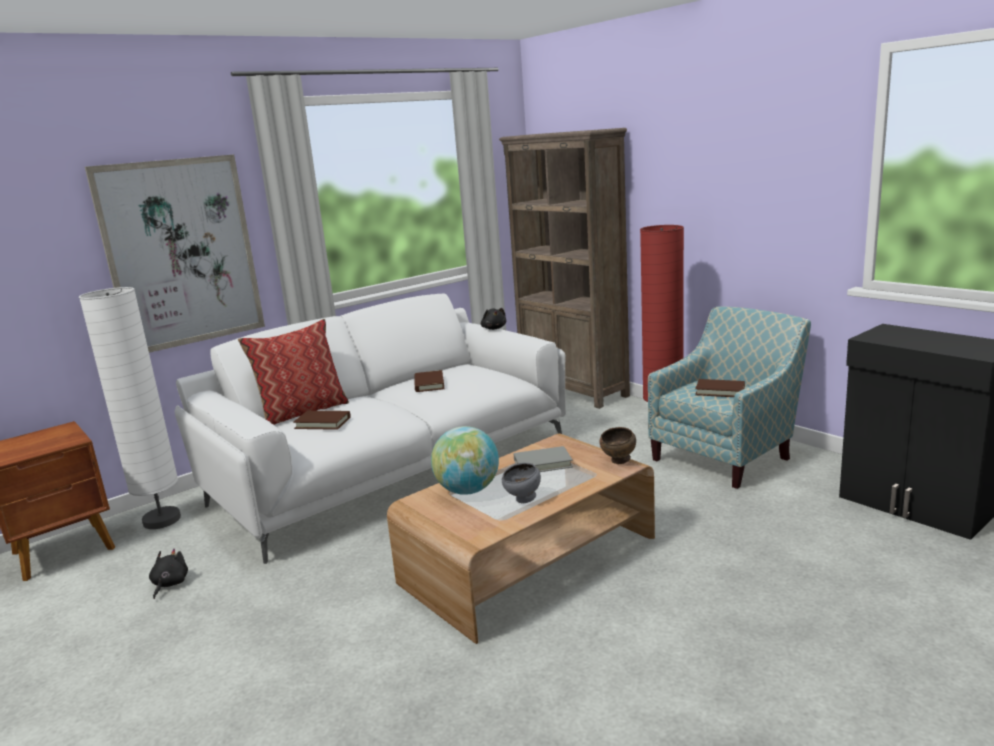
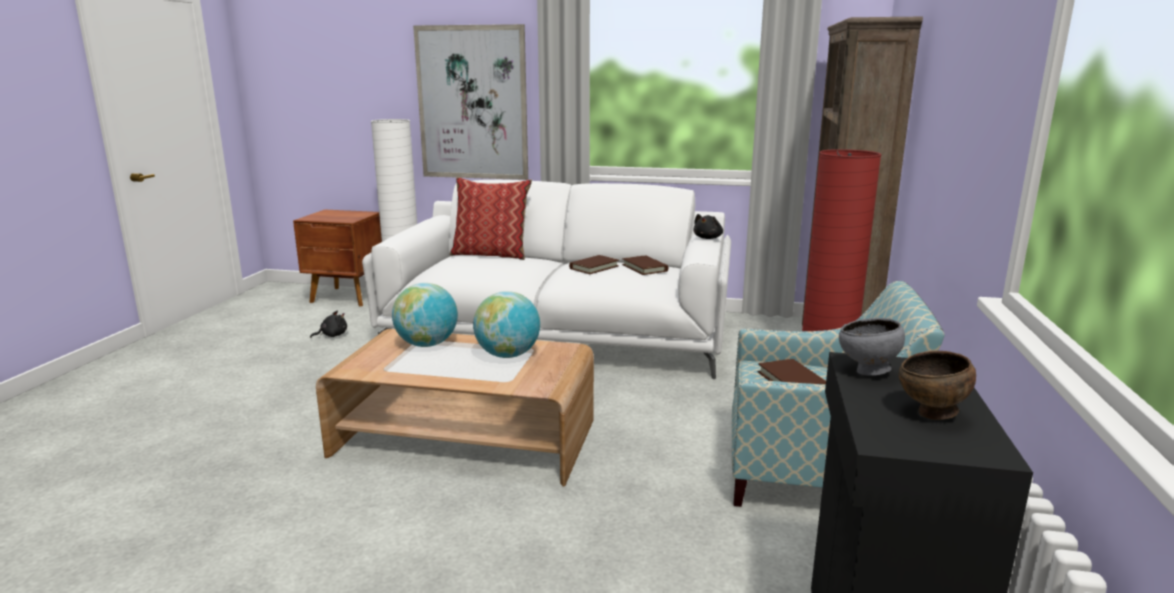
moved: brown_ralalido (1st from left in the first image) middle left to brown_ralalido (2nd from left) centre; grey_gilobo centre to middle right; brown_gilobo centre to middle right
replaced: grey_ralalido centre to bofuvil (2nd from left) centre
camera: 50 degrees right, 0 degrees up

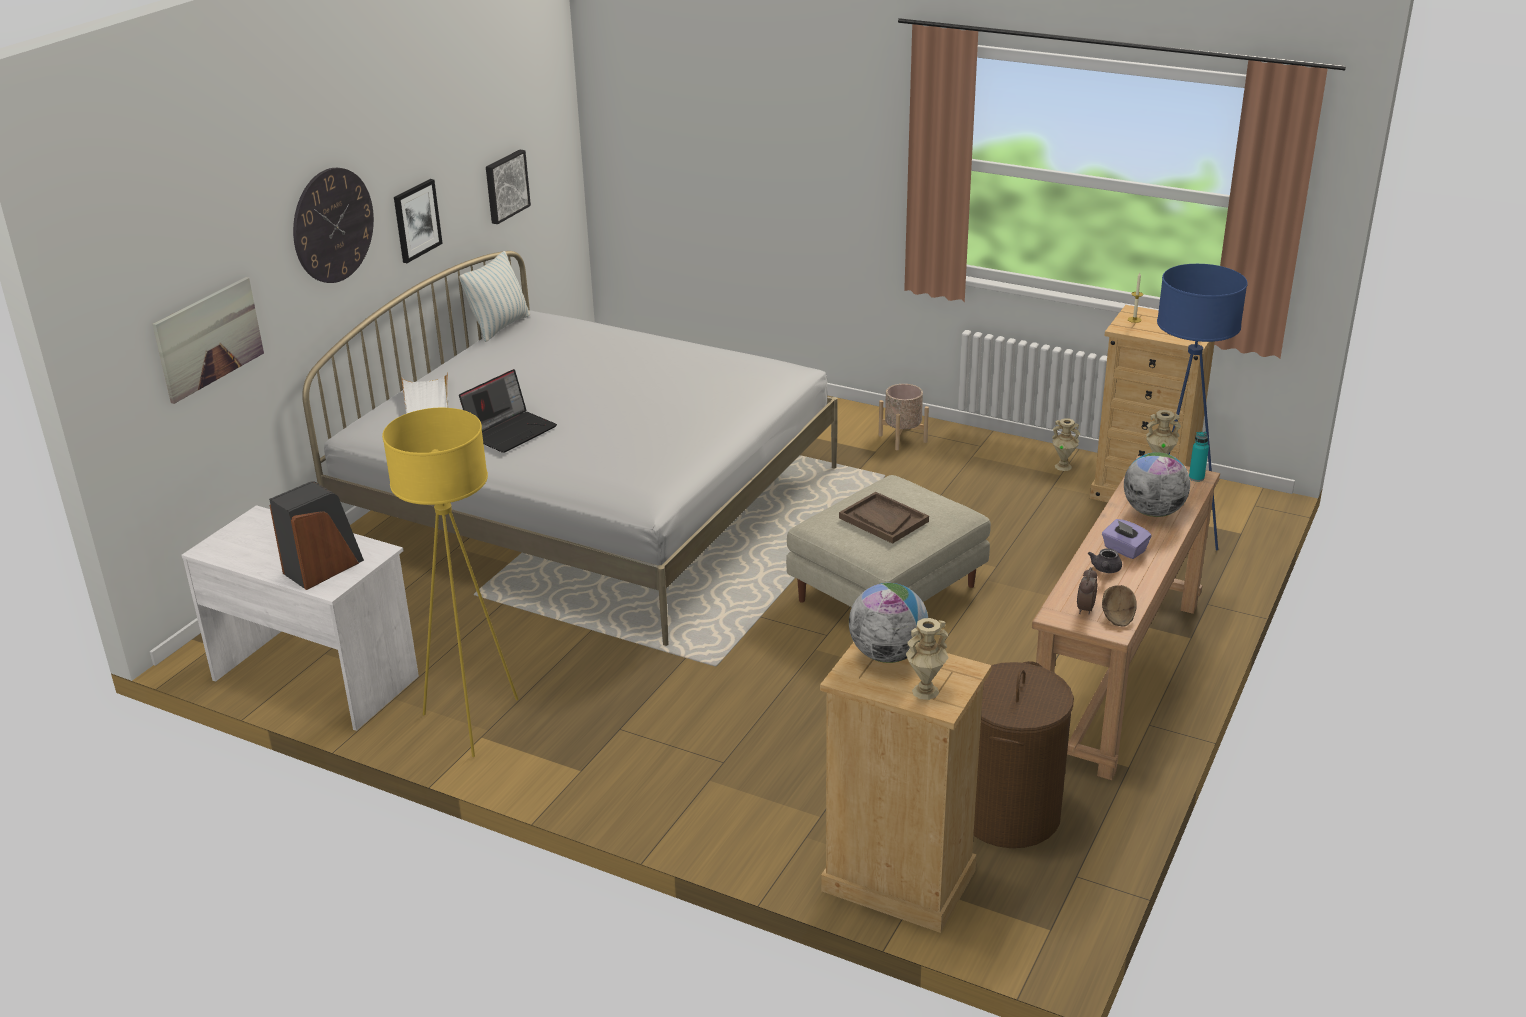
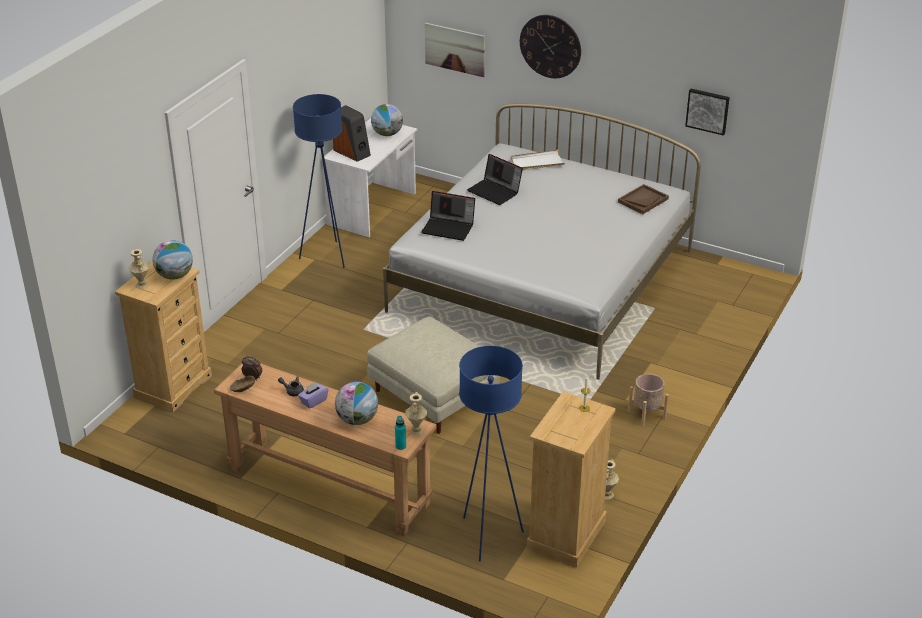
removed: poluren (2nd from left) top left; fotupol top left; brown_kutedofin bottom right
added: bofuvil (3rd from left) top centre; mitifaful (1st from left) centre
moved: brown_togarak centre to top right
recoloured: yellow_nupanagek middle left to blue_nupanagek (1st from left) top centre
camera: 90 degrees right, 5 degrees up

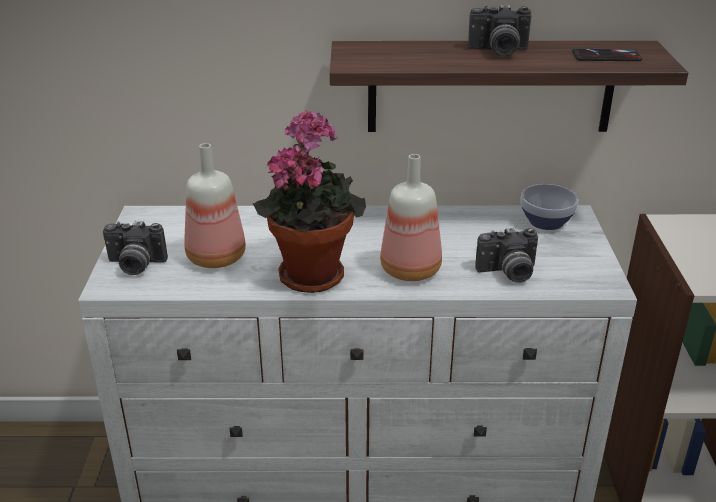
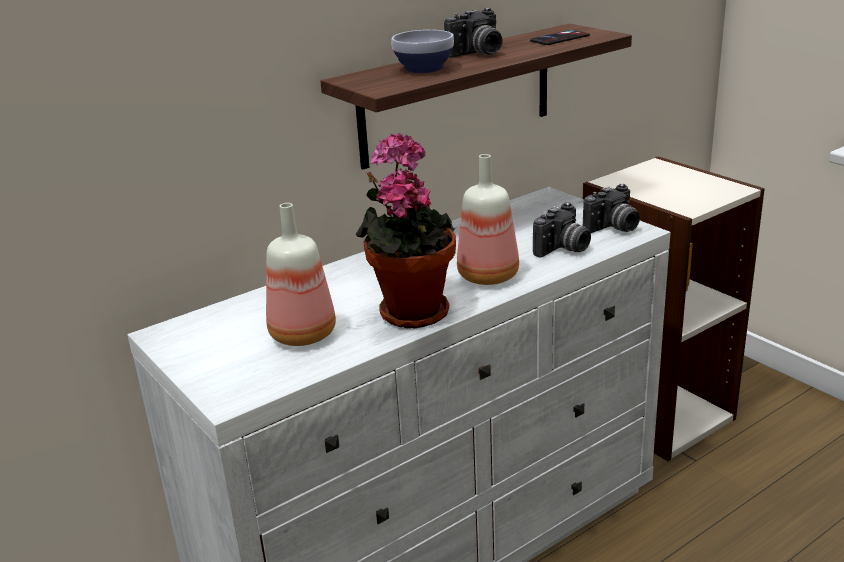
moved: gilobo middle right to top centre; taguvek (1st from left in the first image) middle left to taguvek (3rd from left) middle right
camera: 35 degrees left, 5 degrees down

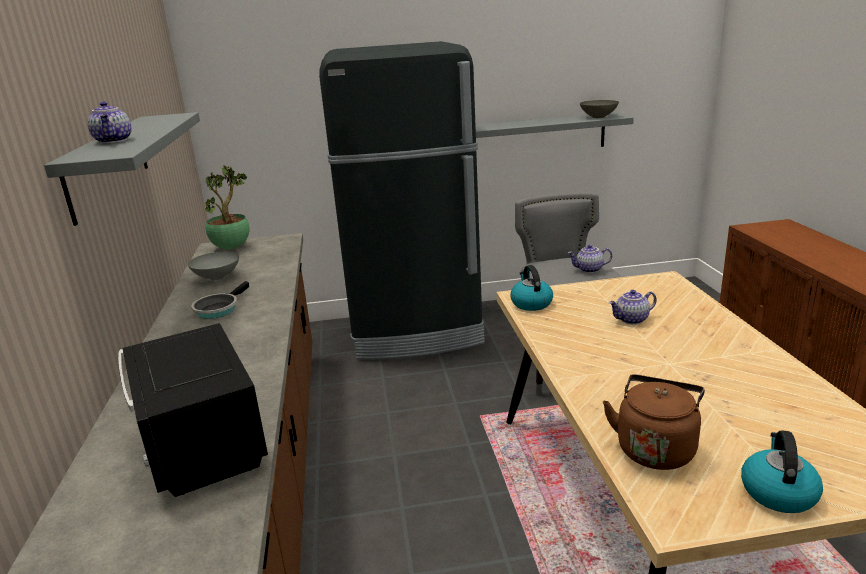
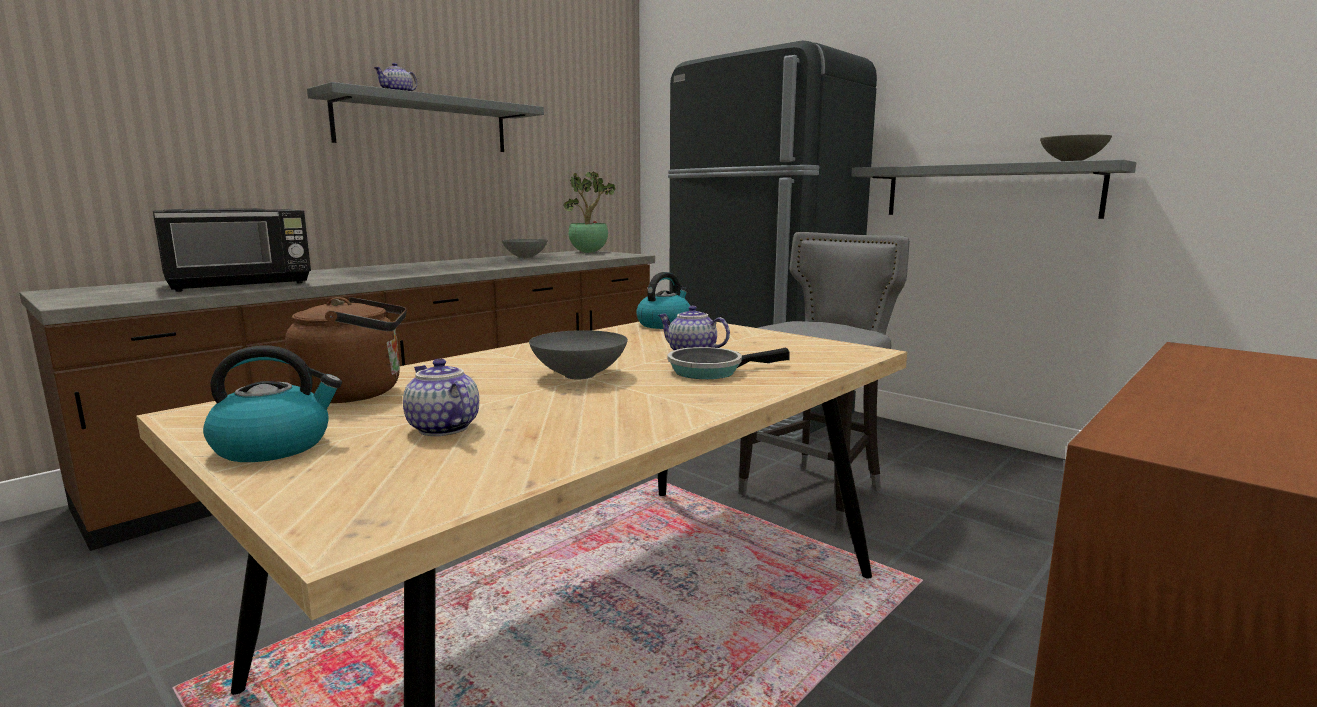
added: grey_gilobo (2nd from left) centre
moved: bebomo (2nd from left) middle right to centre; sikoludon middle left to centre
turned: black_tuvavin bottom left = middle left 150 degrees counterclockwise
camera: 50 degrees right, 10 degrees down

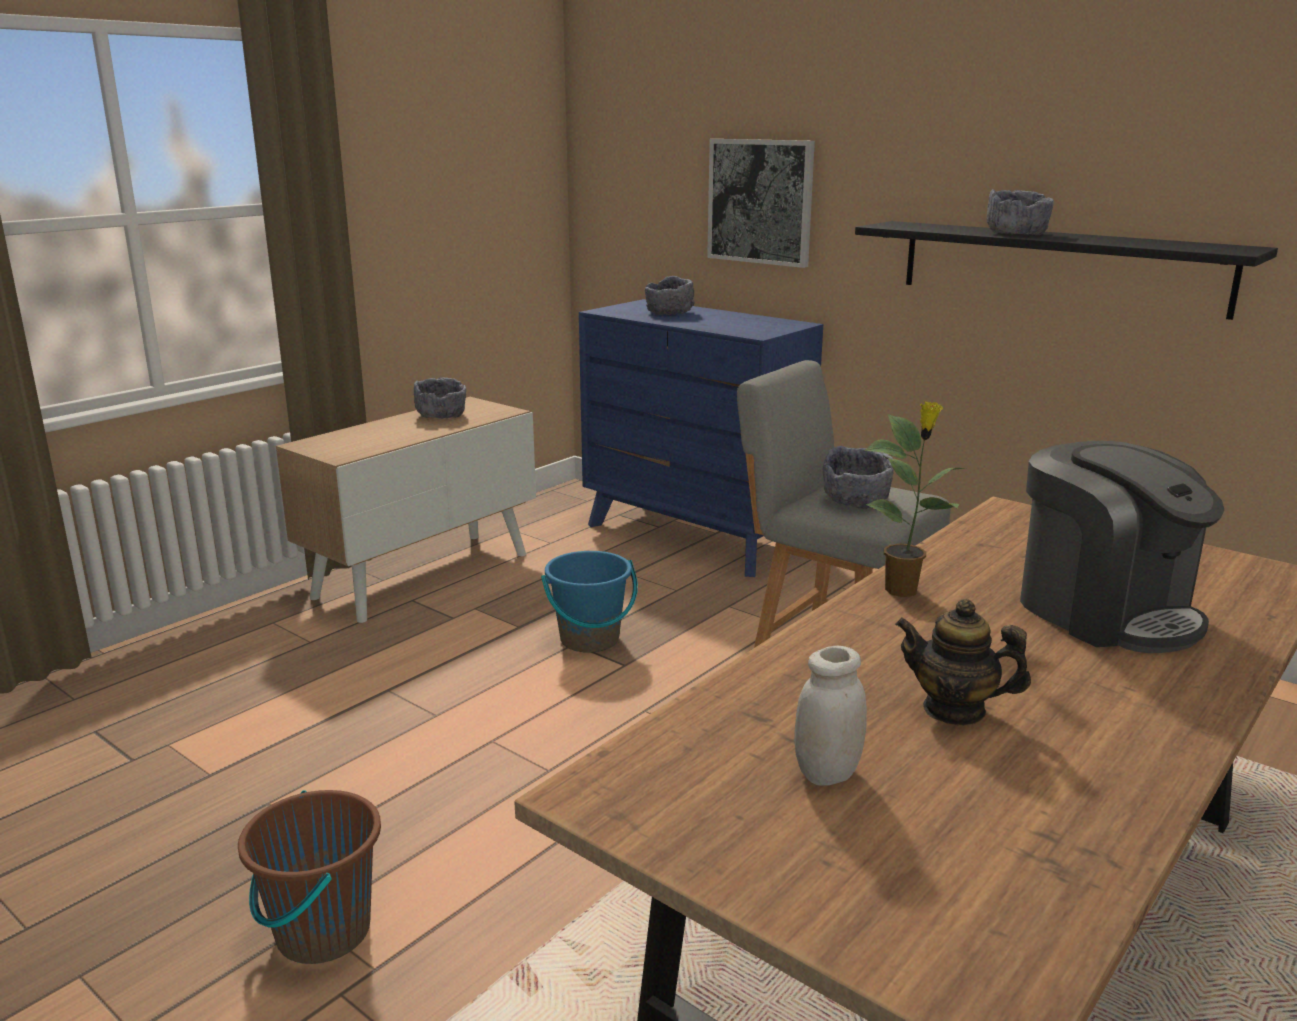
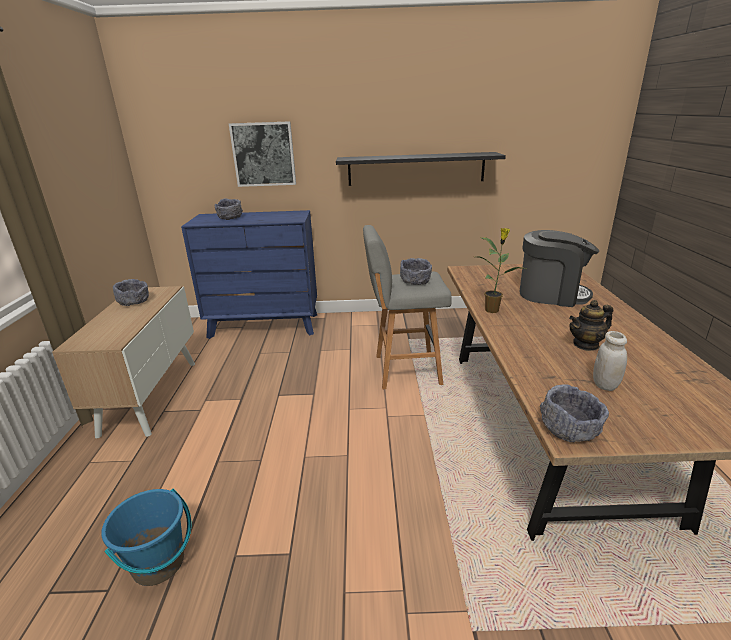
removed: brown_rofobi bottom left
moved: blue_rofobi centre to bottom left; grey_gilobo (4th from left) top right to middle right
camera: 40 degrees left, 5 degrees up

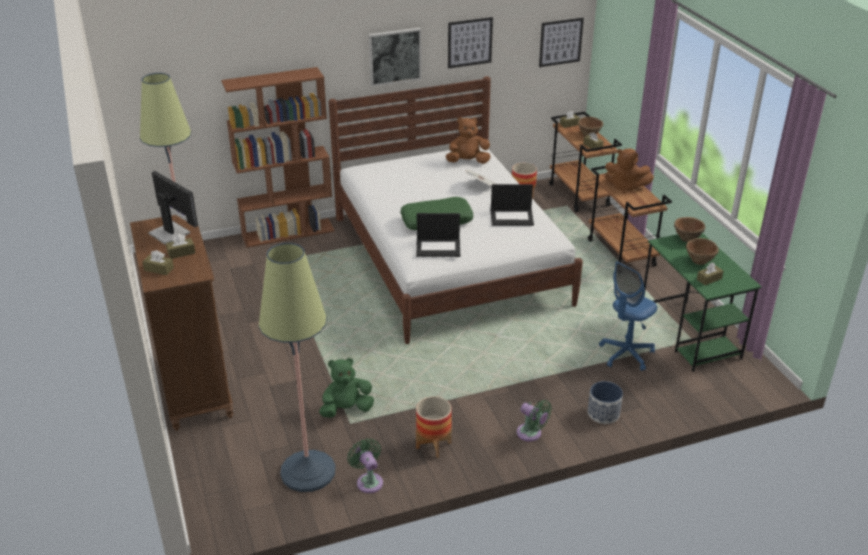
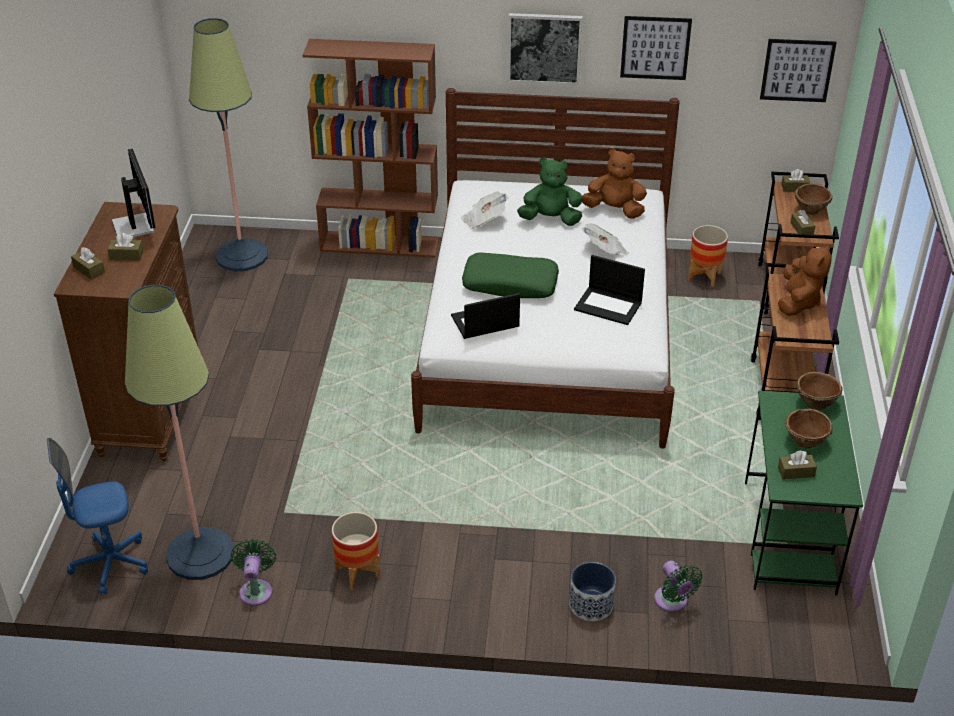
added: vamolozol (1st from left) top centre
moved: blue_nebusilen middle right to bottom left; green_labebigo bottom centre to top centre; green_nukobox (2nd from left) bottom centre to bottom right
turned: mitifaful (1st from left) centre = centre 135 degrees clockwise; brown_labebigo (2nd from left) top right = middle right 120 degrees counterclockwise
camera: 25 degrees right, 5 degrees up

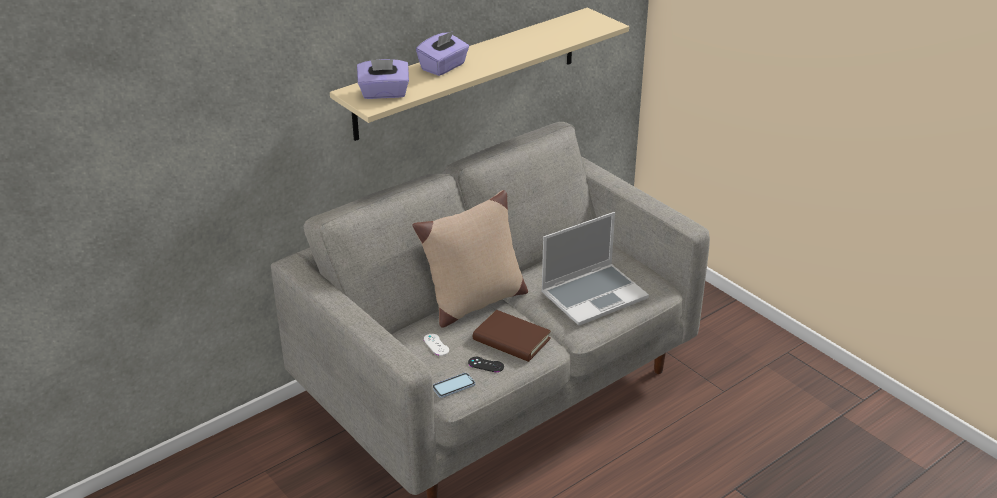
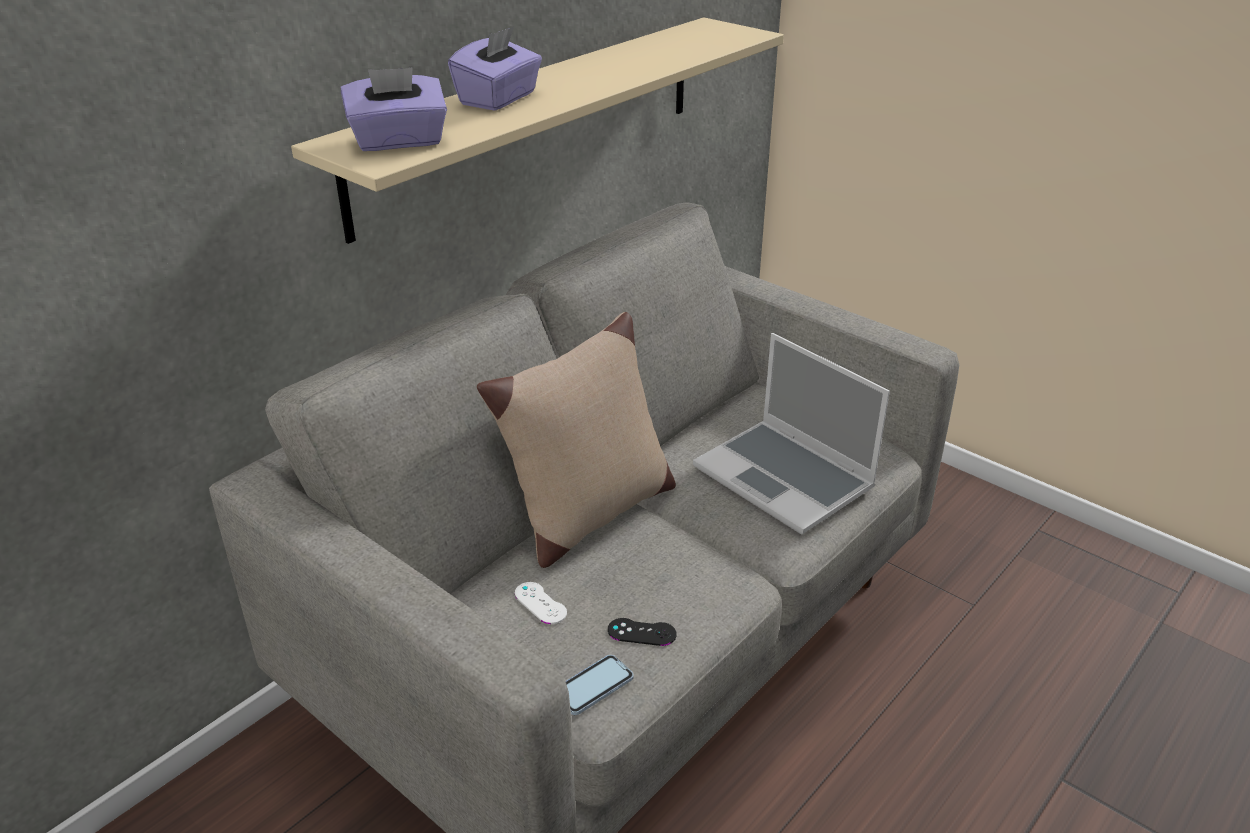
removed: brown_ralalido bottom centre
turned: mitifaful centre = centre 90 degrees clockwise
camera: 10 degrees left, 0 degrees up

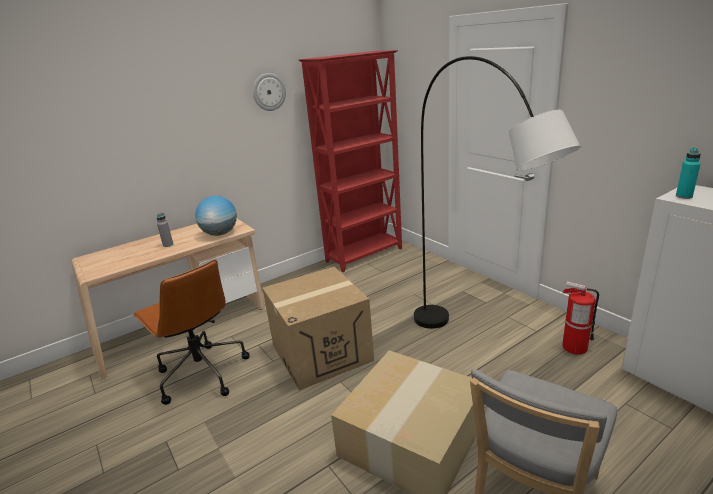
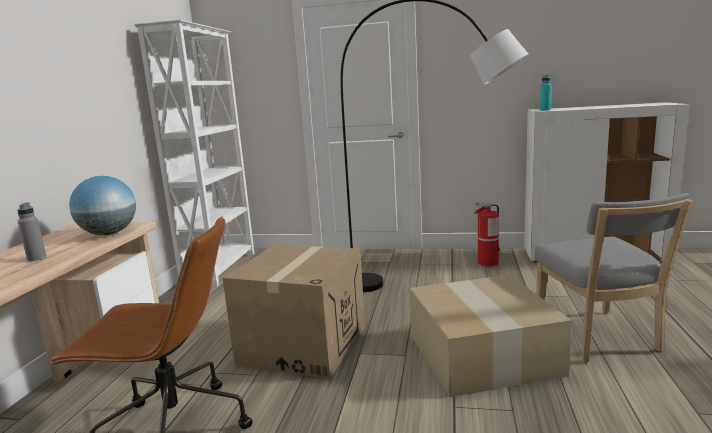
removed: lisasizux top centre
recoloured: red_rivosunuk top centre to white_rivosunuk middle left
camera: 45 degrees left, 10 degrees down

